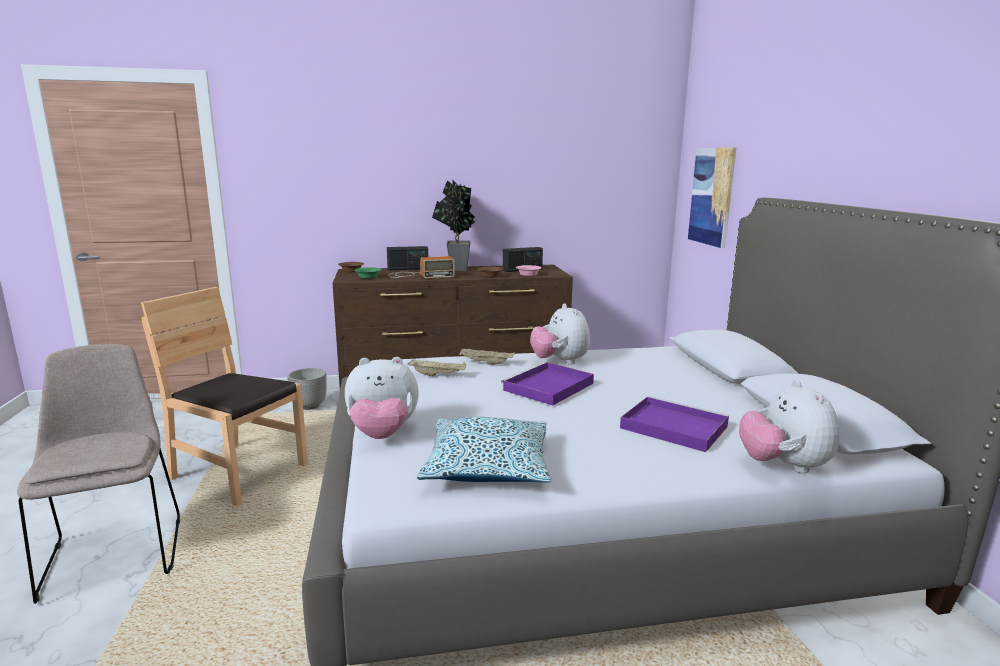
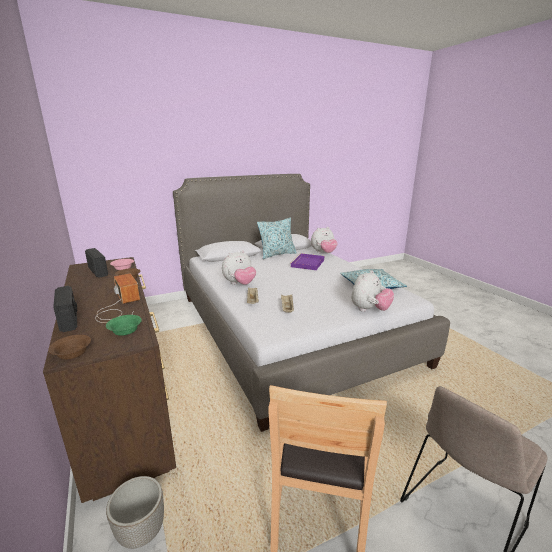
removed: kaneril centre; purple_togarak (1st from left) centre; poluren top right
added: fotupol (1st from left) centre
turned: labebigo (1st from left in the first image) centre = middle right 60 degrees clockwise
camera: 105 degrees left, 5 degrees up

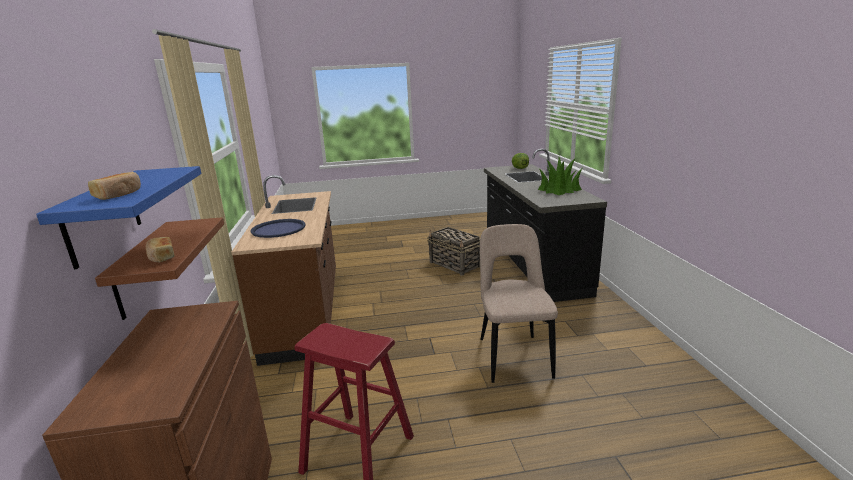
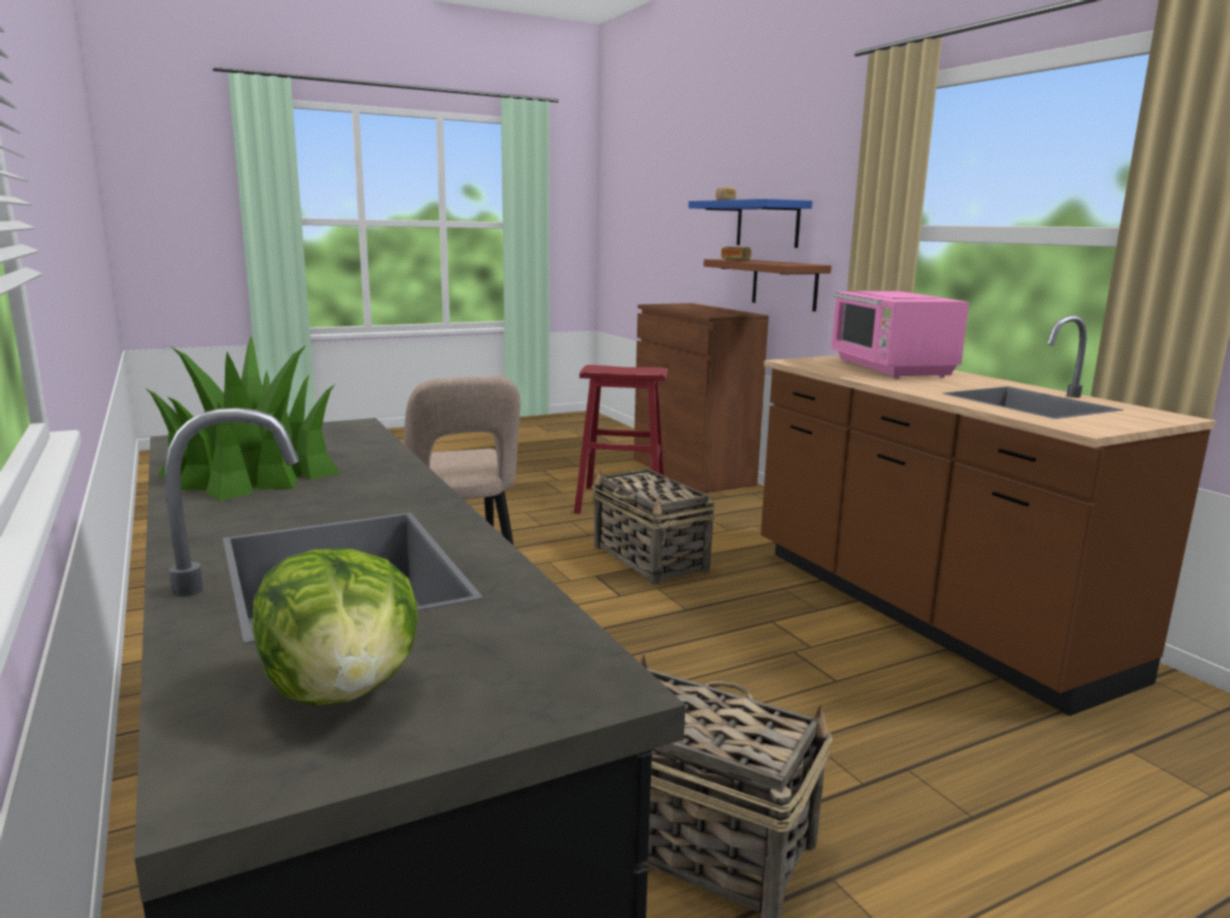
added: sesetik (1st from left) centre
replaced: blue_togarak middle left to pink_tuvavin middle right
camera: 160 degrees right, 5 degrees down

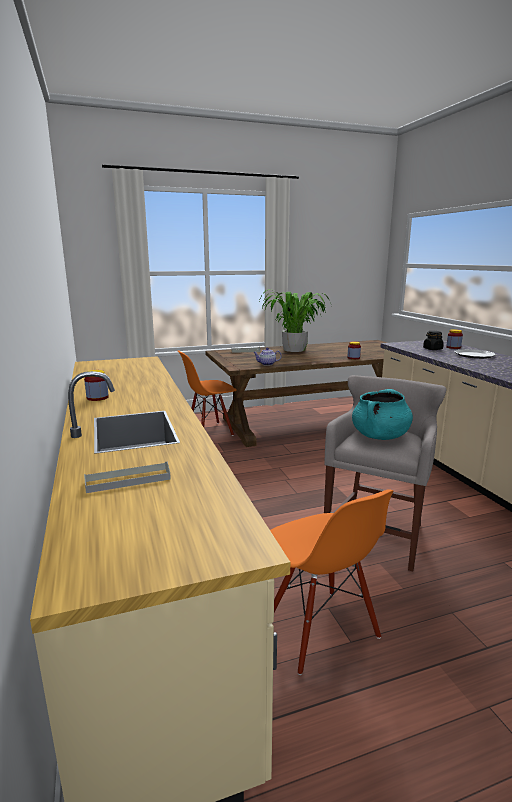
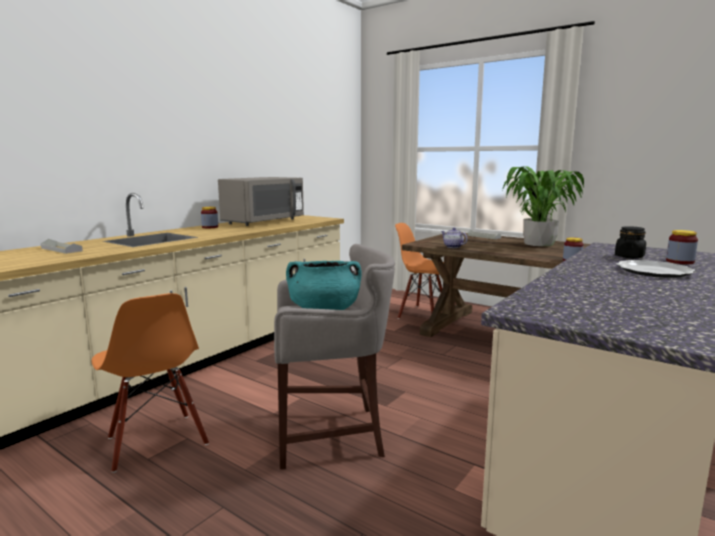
added: grey_tuvavin centre
turned: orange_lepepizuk (2nd from left in the first image) bottom centre = bottom left 60 degrees counterclockwise
camera: 55 degrees right, 5 degrees down

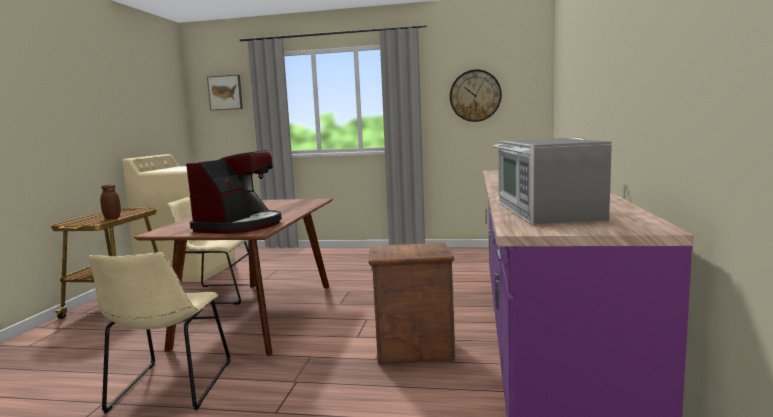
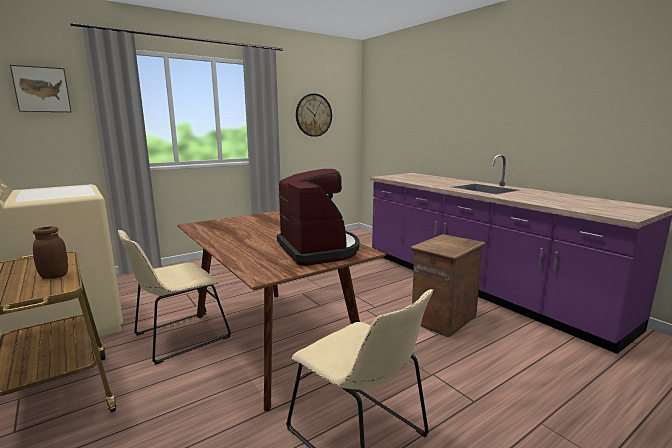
removed: tuvavin middle right
camera: 45 degrees left, 5 degrees up

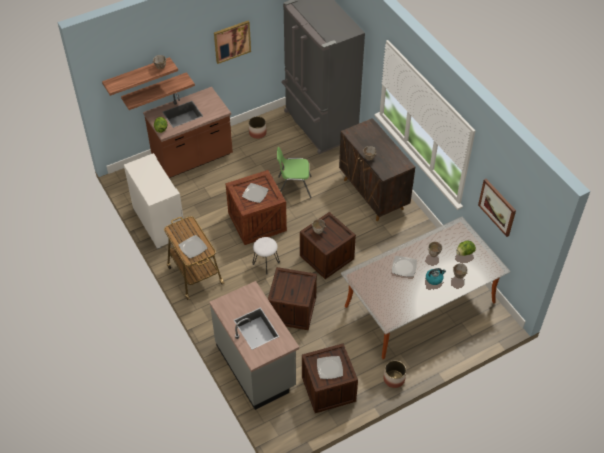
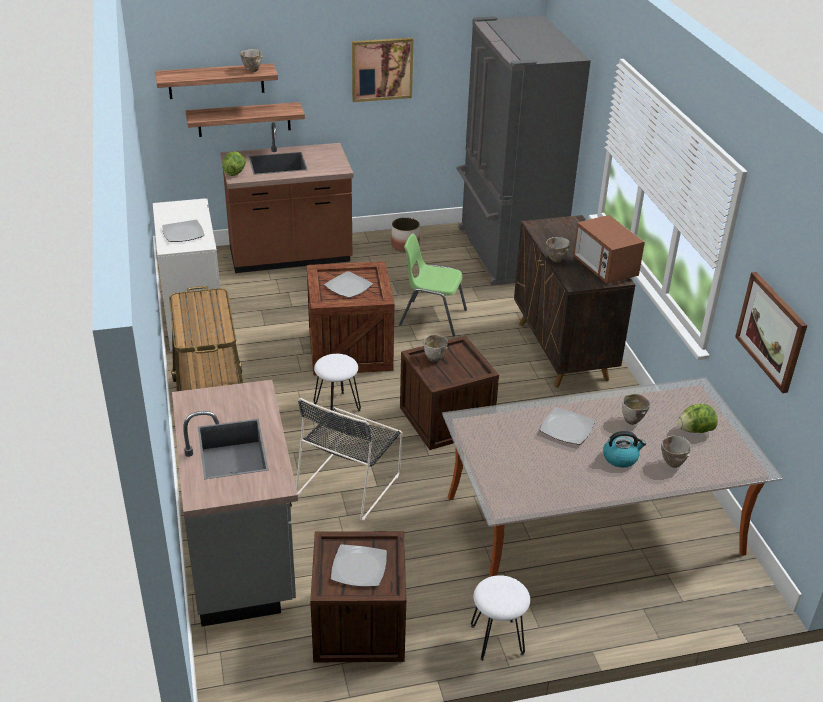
added: tuvavin middle right
moved: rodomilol (1st from left) middle left to top left
replaced: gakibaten (2nd from left) centre to black_lepepizuk centre; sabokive (2nd from left) bottom centre to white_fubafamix (2nd from left) bottom centre
camera: 15 degrees right, 15 degrees down

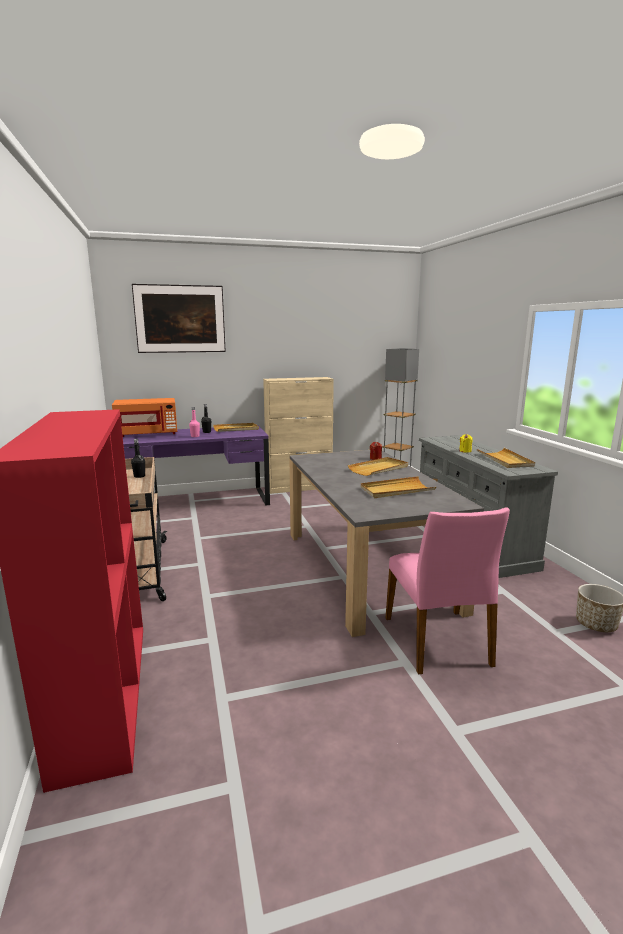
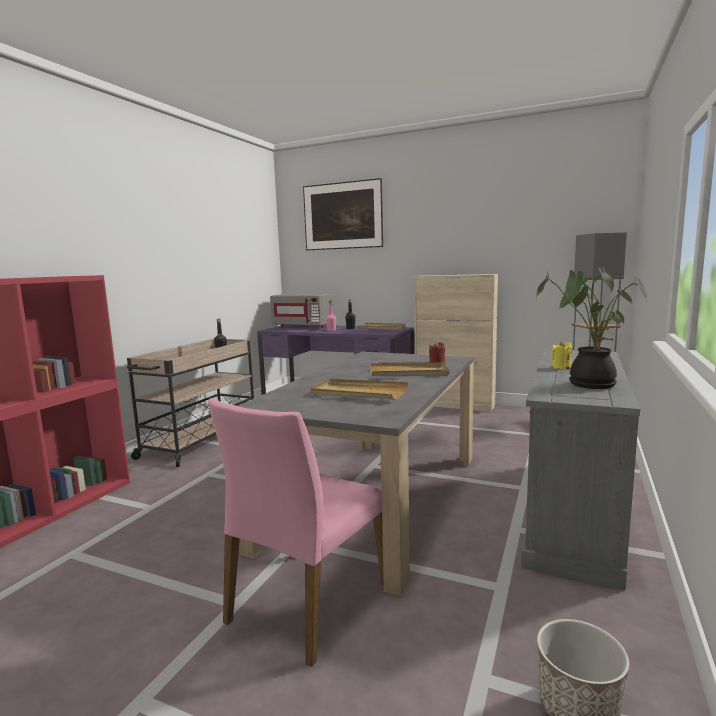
replaced: beige_togarak (4th from left) middle right to kaneril middle right
recoloured: orange_tuvavin middle left to grey_tuvavin centre
camera: 40 degrees right, 5 degrees down

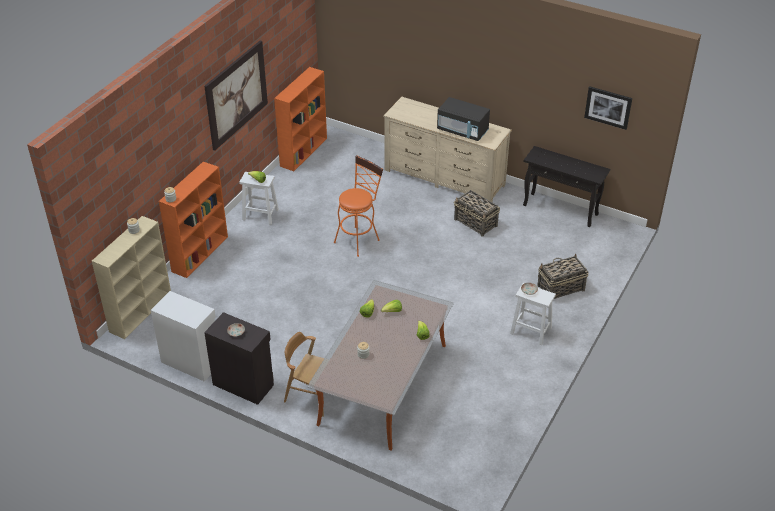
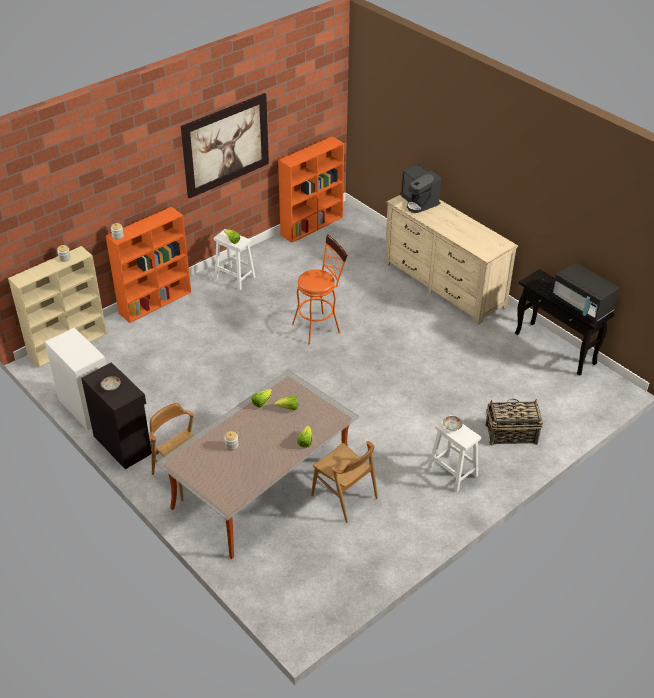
removed: sesetik (1st from left) centre; poluren (2nd from left) top right
added: brown_lepepizuk (2nd from left) bottom centre; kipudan top centre
moved: black_tuvavin top centre to middle right
camera: 20 degrees right, 0 degrees up

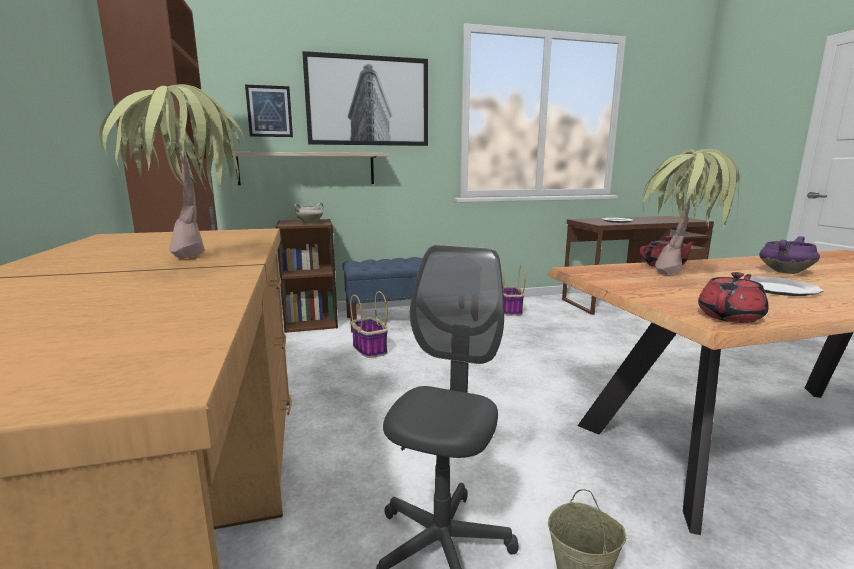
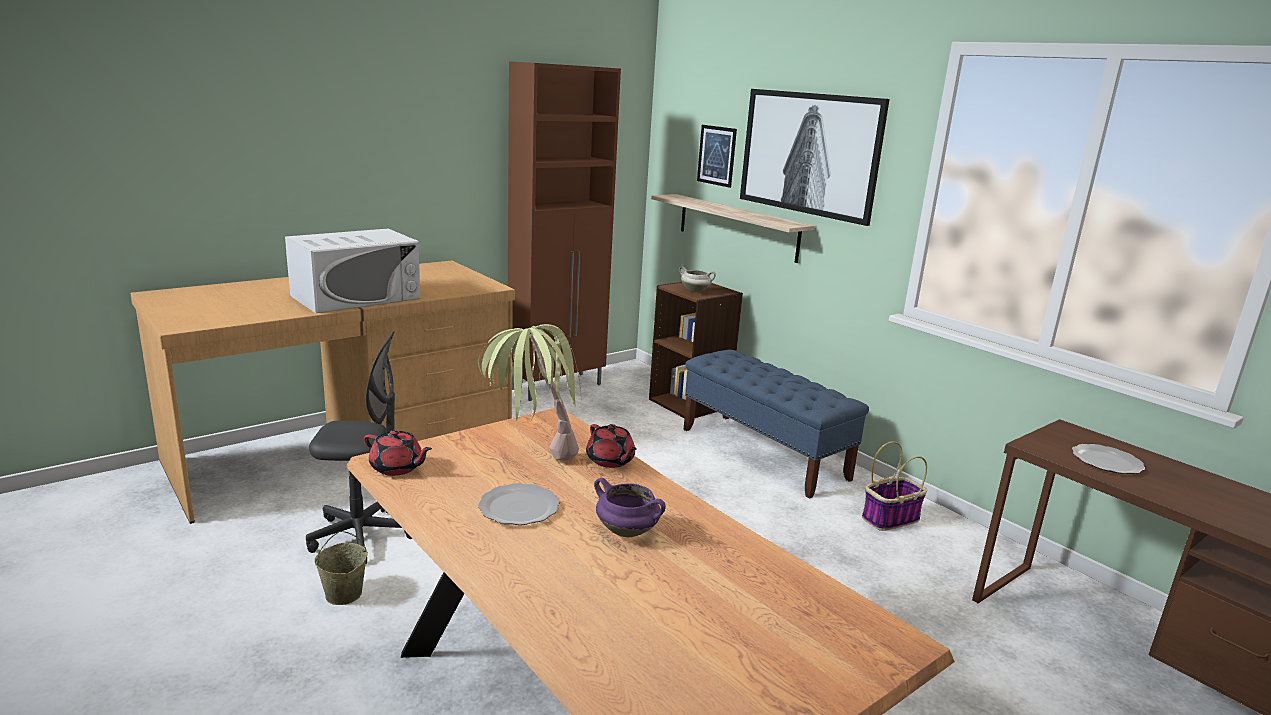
removed: sesetik (1st from left) centre
replaced: kaneril (1st from left) top left to white_tuvavin middle left
camera: 65 degrees right, 5 degrees up

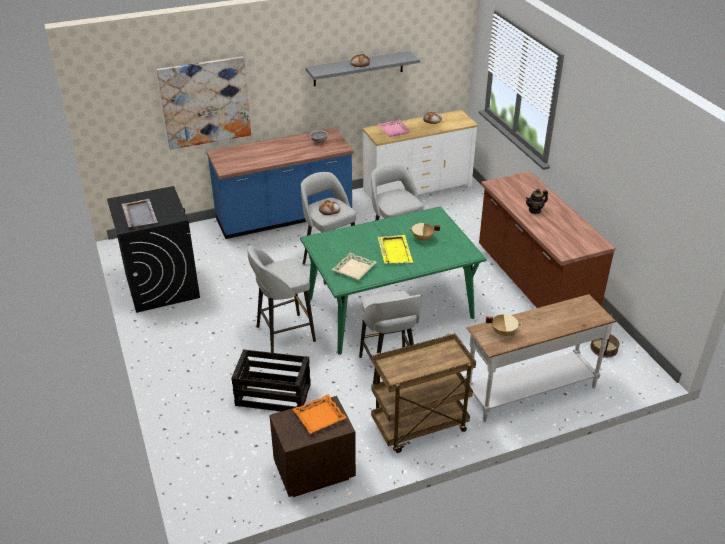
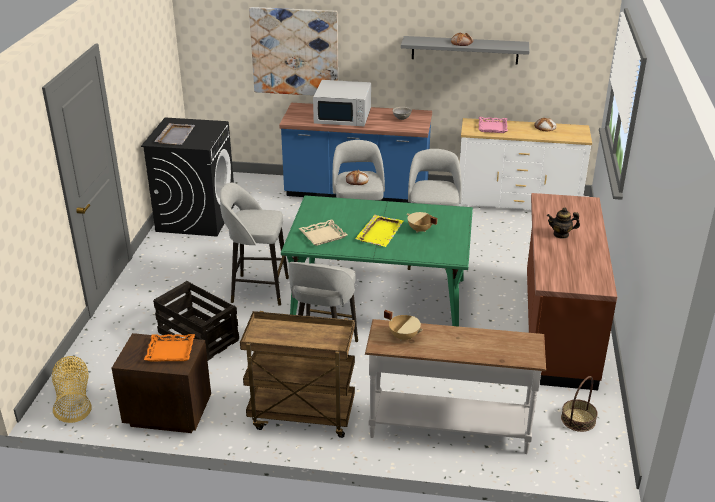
added: sesetik (1st from left) bottom left; white_tuvavin top centre
camera: 30 degrees right, 5 degrees down

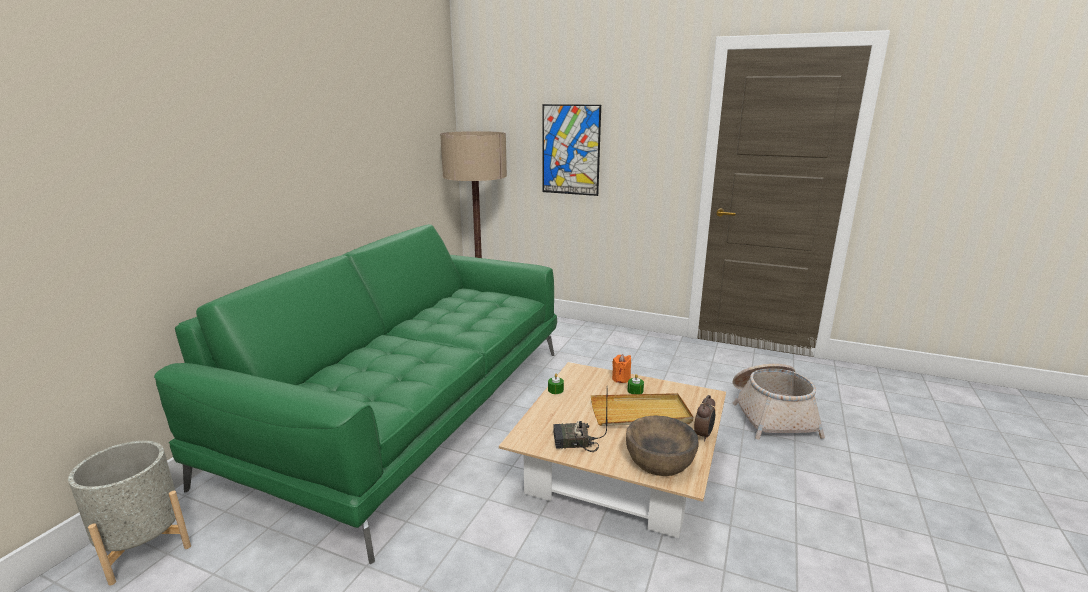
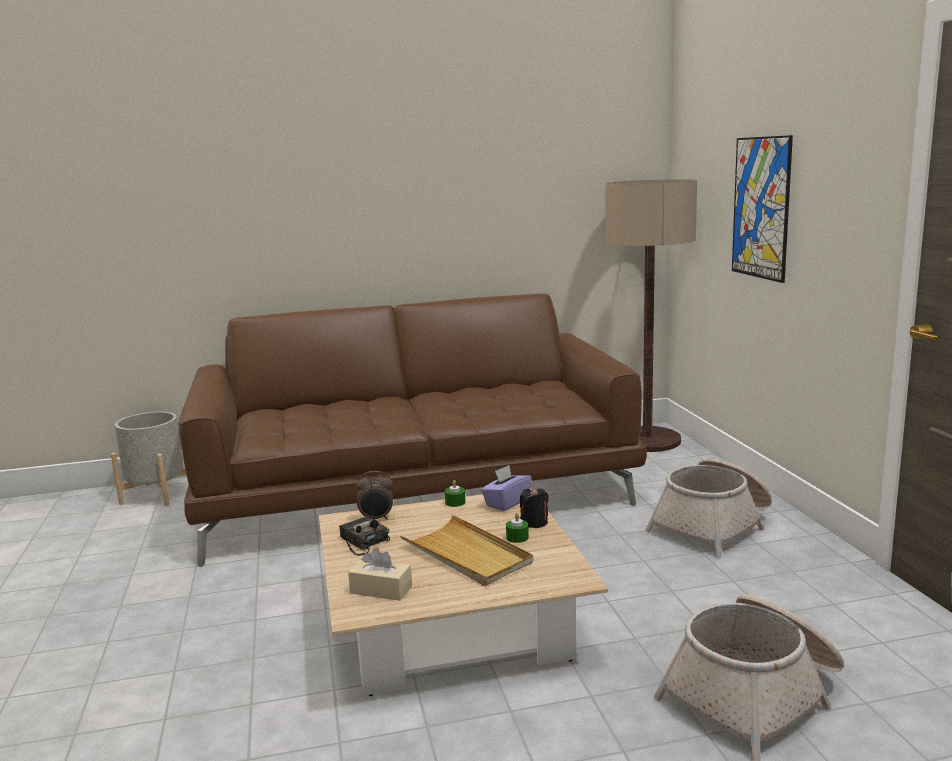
added: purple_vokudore centre; sesetik (1st from left) bottom right
moved: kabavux bottom centre to centre
replaced: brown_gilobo bottom centre to beige_vokudore bottom centre
recoloured: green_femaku middle left to brown_femaku centre; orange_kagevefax centre to black_kagevefax centre
camera: 55 degrees right, 5 degrees down

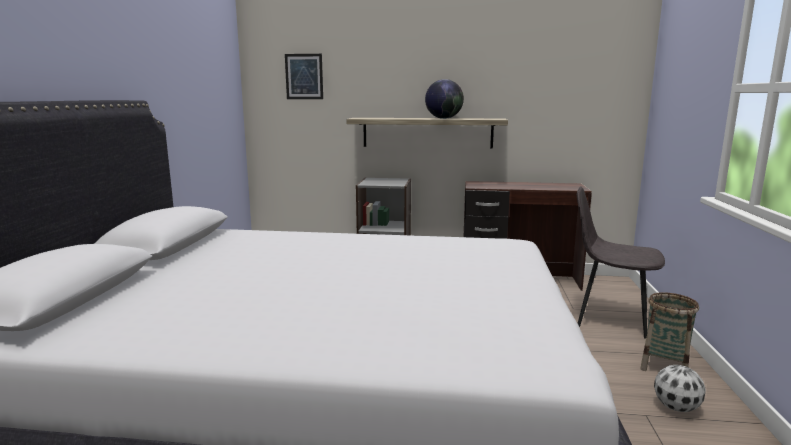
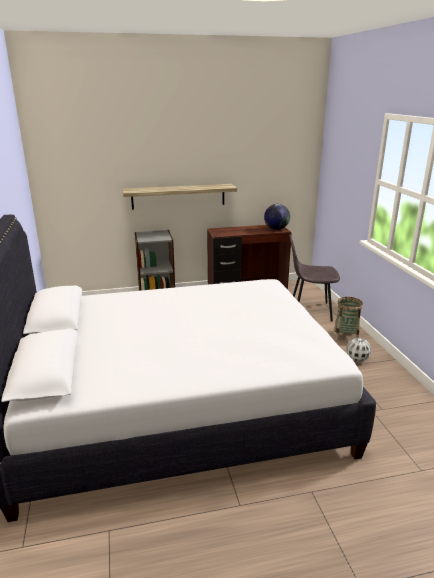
removed: poluren top centre
moved: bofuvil top centre to centre
camera: 20 degrees left, 10 degrees up

